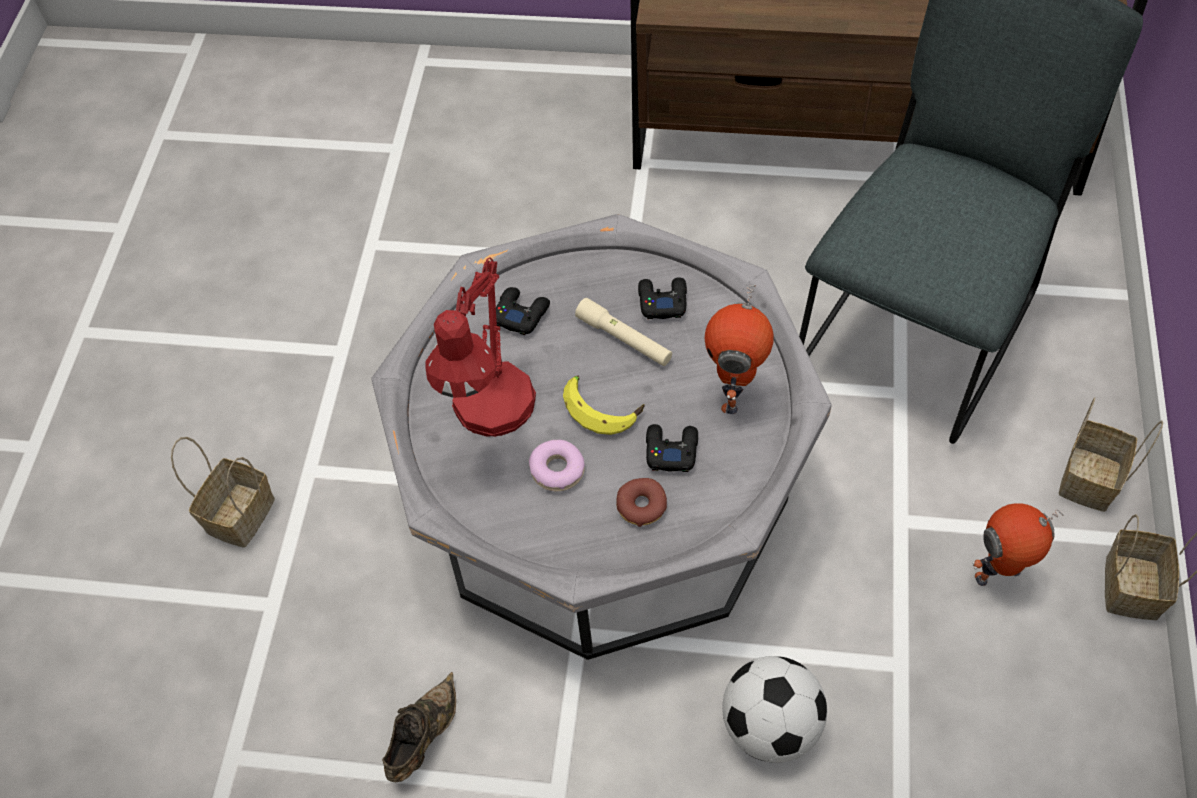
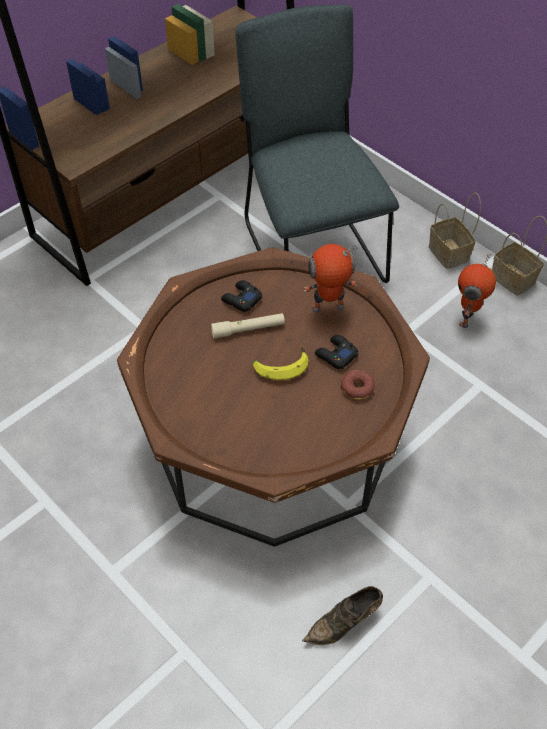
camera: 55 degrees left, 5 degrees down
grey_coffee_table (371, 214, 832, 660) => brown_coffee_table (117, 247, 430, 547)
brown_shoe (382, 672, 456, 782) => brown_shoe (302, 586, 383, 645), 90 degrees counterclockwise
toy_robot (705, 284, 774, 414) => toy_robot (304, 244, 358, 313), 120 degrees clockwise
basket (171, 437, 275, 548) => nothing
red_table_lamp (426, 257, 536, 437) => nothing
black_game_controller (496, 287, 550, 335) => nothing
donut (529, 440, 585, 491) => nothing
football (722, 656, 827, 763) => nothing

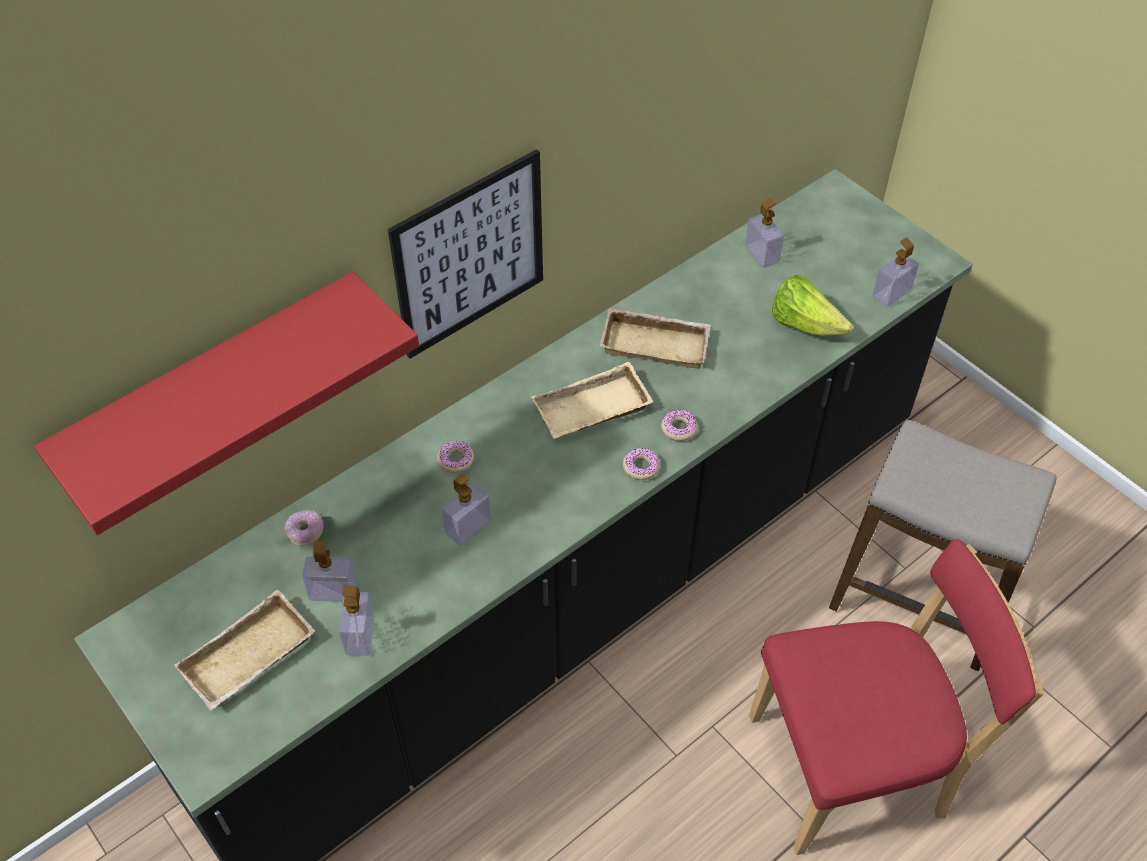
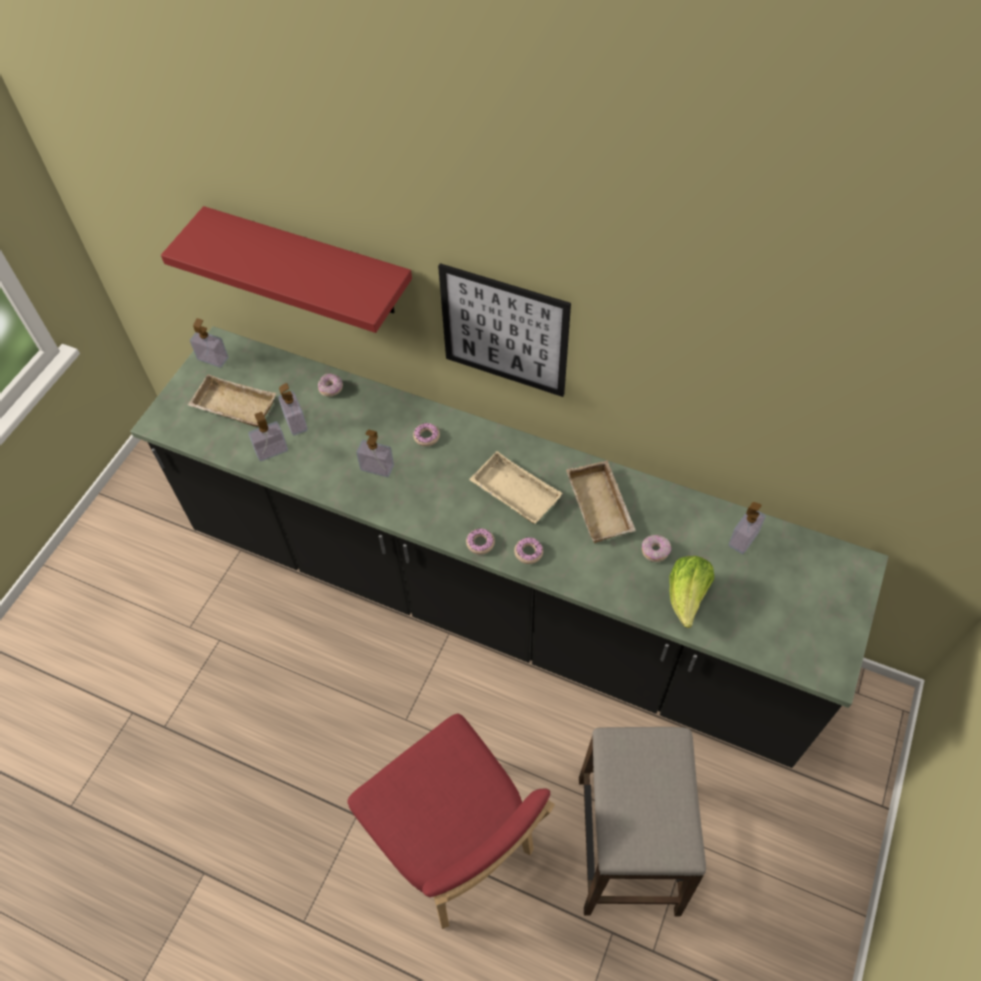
camera: 65 degrees right, 5 degrees up
soap_dispenser (873, 237, 919, 307) => soap_dispenser (190, 318, 229, 368), moved
nothing => donut (642, 535, 671, 562)

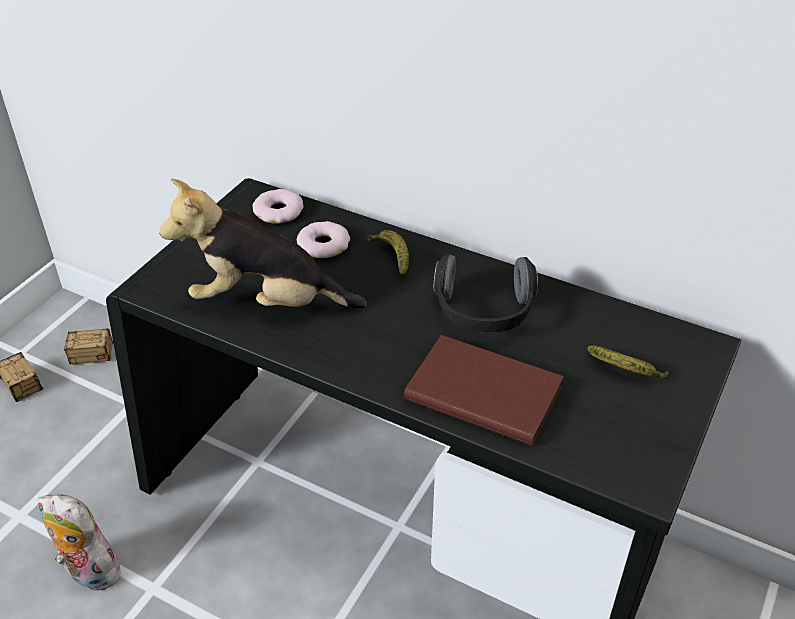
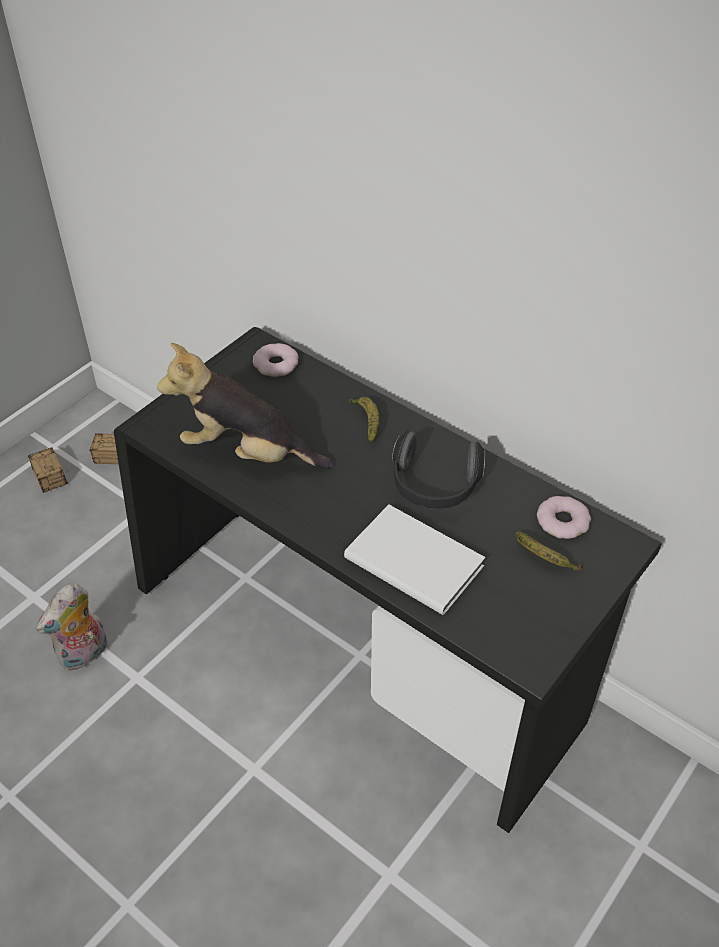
camera: 10 degrees right, 5 degrees up
plush_toy (38, 494, 128, 591) => plush_toy (36, 583, 107, 671), 90 degrees counterclockwise
brown_book (404, 335, 564, 446) => white_book (344, 504, 486, 615)
donut (297, 221, 350, 258) => donut (537, 496, 591, 539), moved

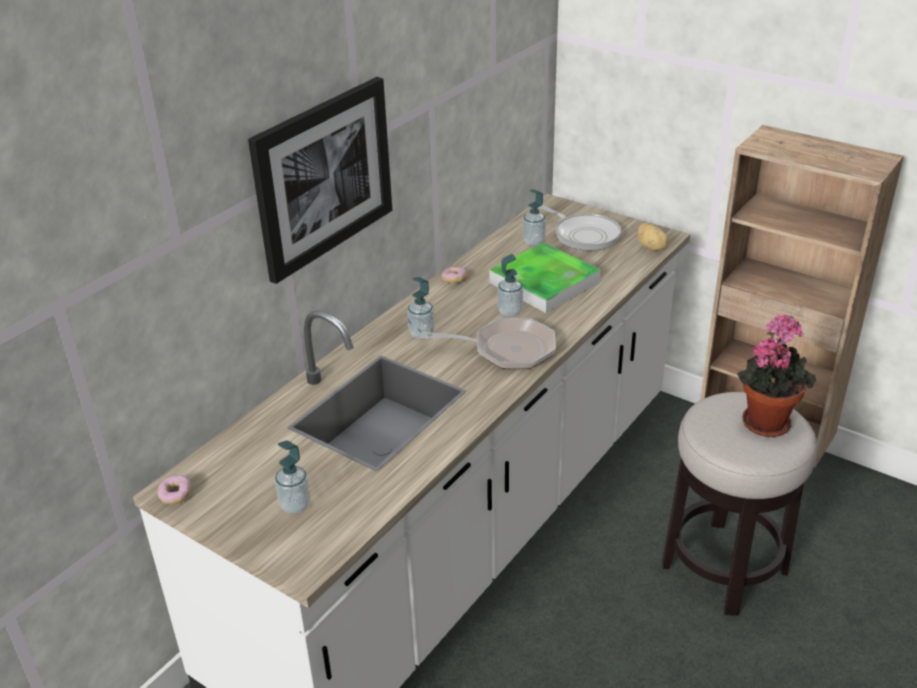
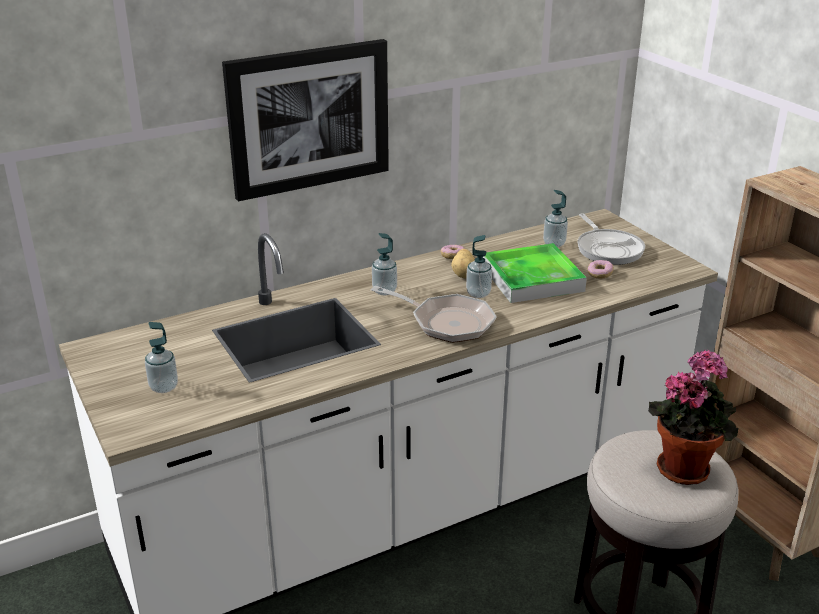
camera: 25 degrees right, 5 degrees down
potato (637, 223, 668, 251) => potato (451, 249, 475, 279), moved
donut (158, 475, 191, 505) => donut (588, 260, 614, 279), moved

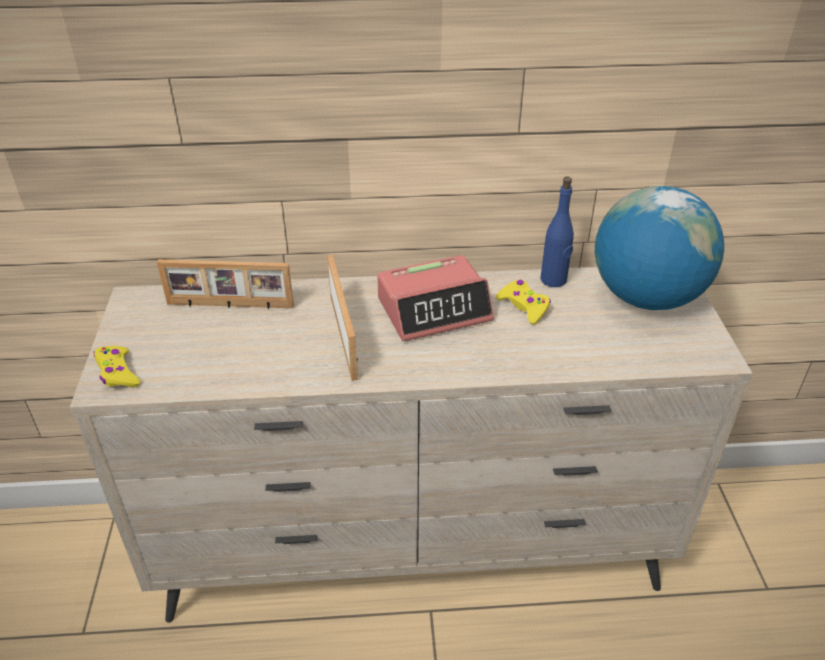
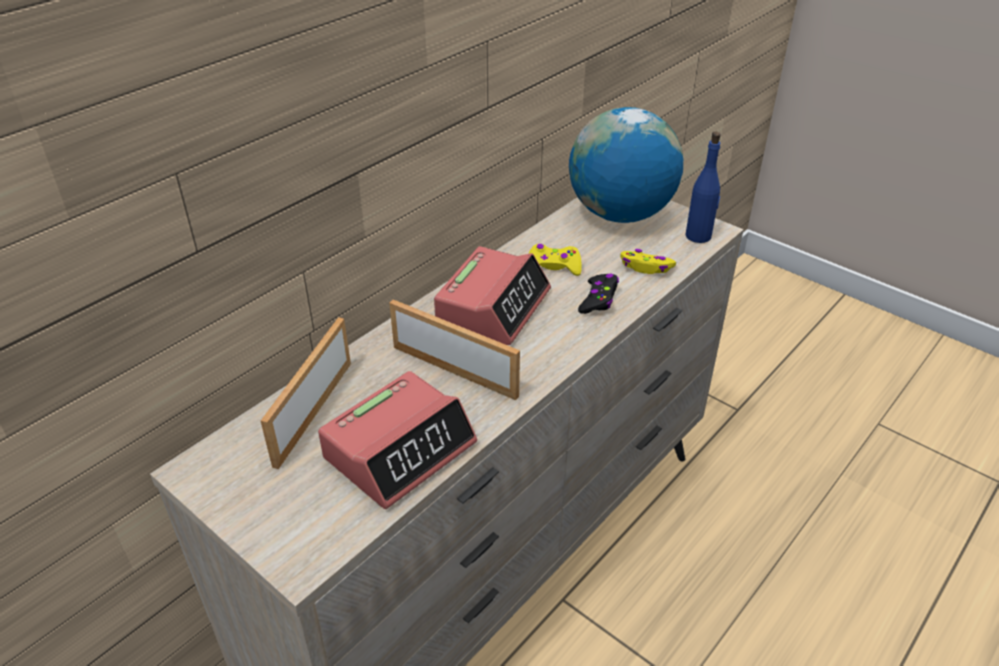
camera: 45 degrees left, 0 degrees up
picture_frame (157, 259, 294, 309) => picture_frame (261, 317, 351, 469), 150 degrees clockwise
nothing => alarm_clock (318, 371, 477, 509)
nothing => black_game_controller (578, 274, 619, 314)
yellow_game_controller (94, 346, 140, 387) => yellow_game_controller (620, 249, 676, 274), moved
blue_bottle (540, 177, 574, 287) => blue_bottle (685, 131, 721, 243), moved

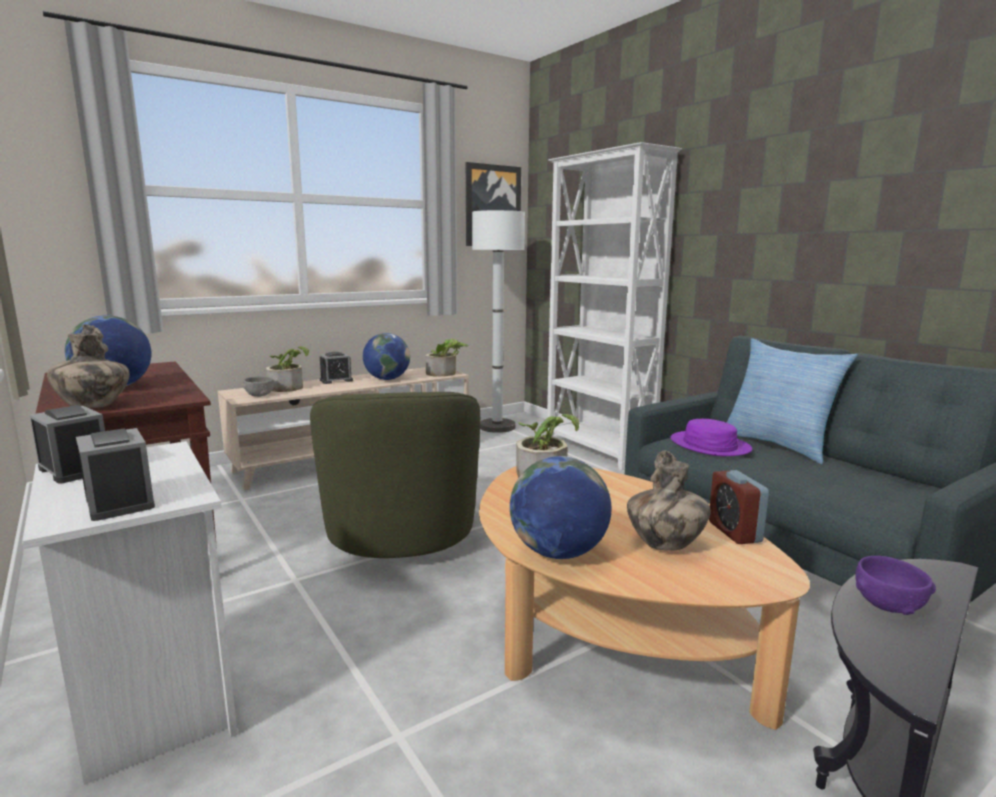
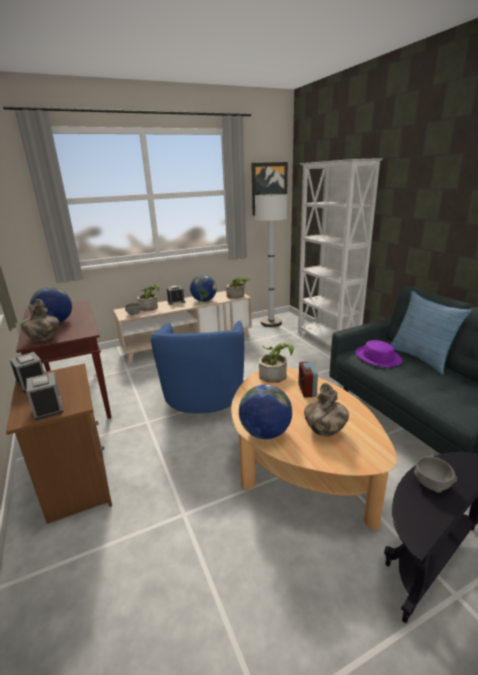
camera: 10 degrees right, 10 degrees up
white_nightstand (22, 441, 238, 785) => brown_nightstand (6, 364, 112, 524)
green_armchair (310, 392, 480, 558) => blue_armchair (151, 321, 244, 413)
alarm_clock (709, 470, 769, 544) => alarm_clock (299, 361, 318, 398), moved
purple_bowl (856, 556, 936, 615) => grey_bowl (414, 456, 457, 493)

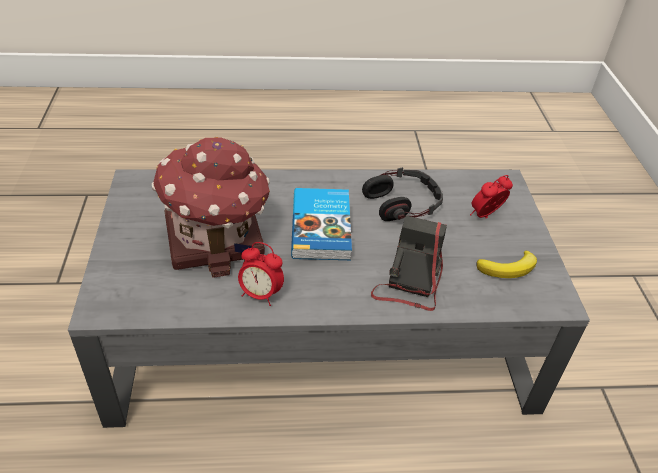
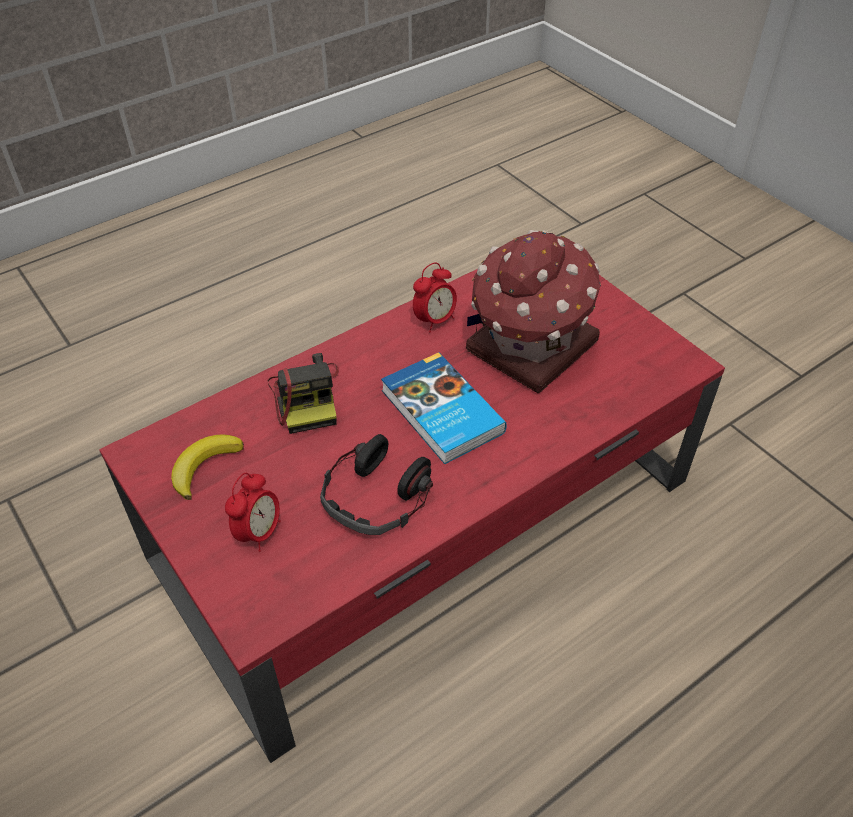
camera: 150 degrees right, 5 degrees up
grey_coffee_table (68, 169, 590, 428) => red_coffee_table (99, 269, 725, 763)
alarm_clock (238, 242, 284, 306) => alarm_clock (413, 262, 457, 332), 150 degrees clockwise

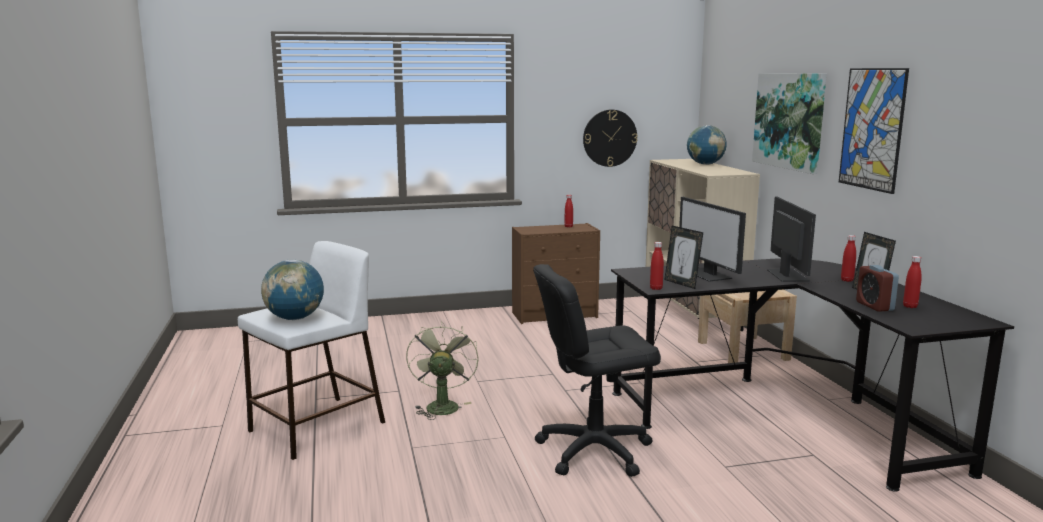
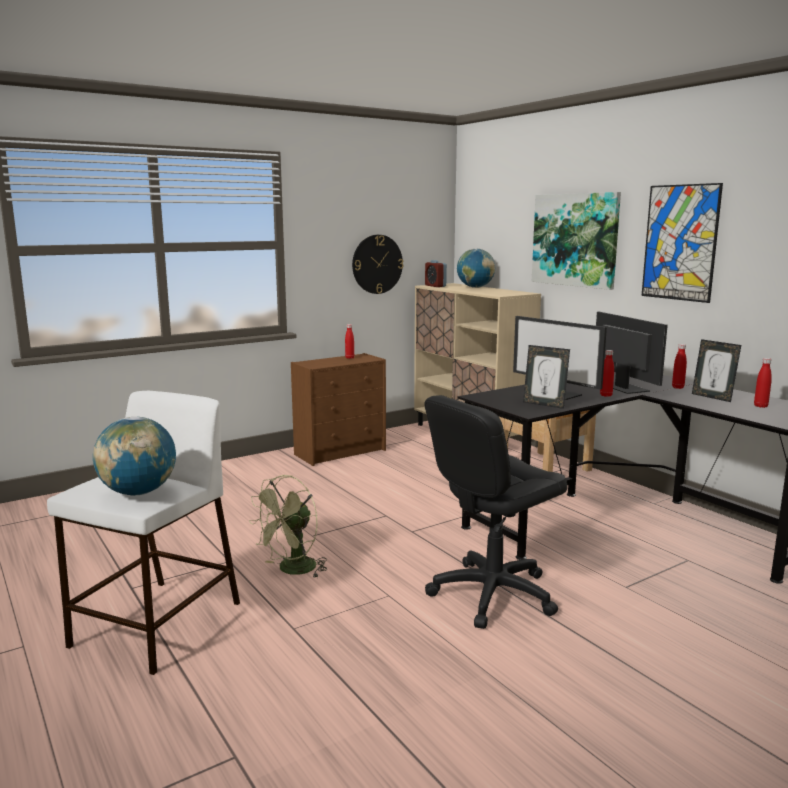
camera: 20 degrees left, 0 degrees up
green_fan (406, 321, 479, 420) => green_fan (249, 475, 327, 578), 120 degrees counterclockwise
alarm_clock (856, 265, 899, 312) => alarm_clock (425, 260, 447, 287), moved
red_bottle (650, 242, 664, 290) => red_bottle (600, 350, 614, 397), moved

